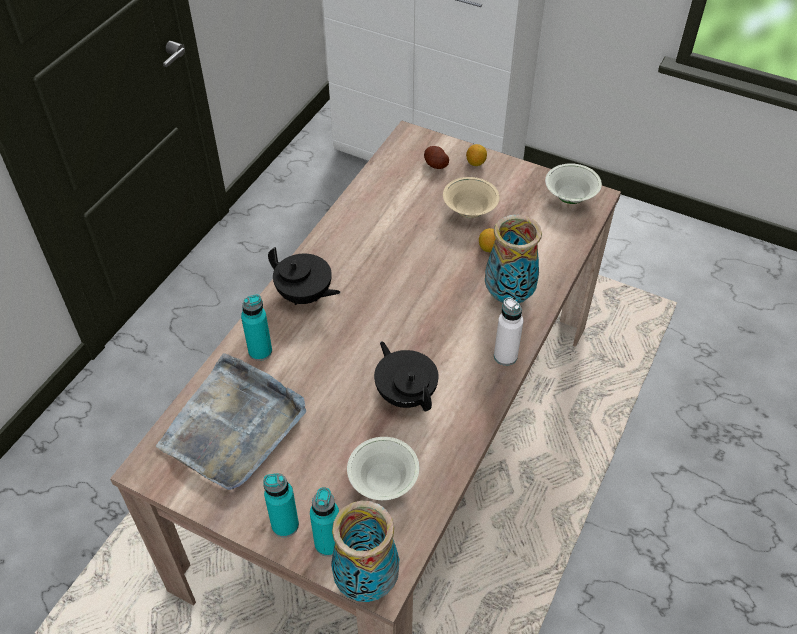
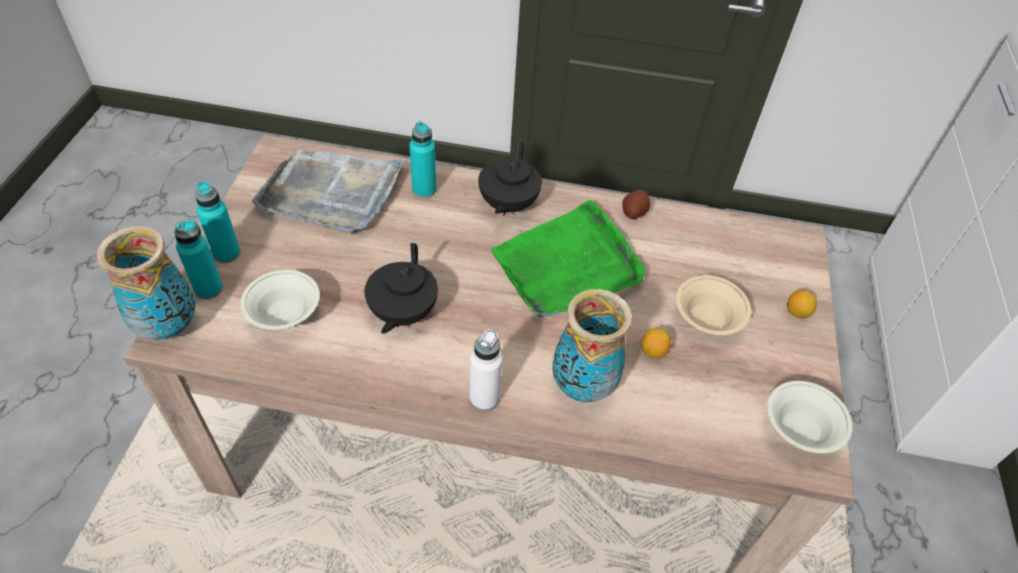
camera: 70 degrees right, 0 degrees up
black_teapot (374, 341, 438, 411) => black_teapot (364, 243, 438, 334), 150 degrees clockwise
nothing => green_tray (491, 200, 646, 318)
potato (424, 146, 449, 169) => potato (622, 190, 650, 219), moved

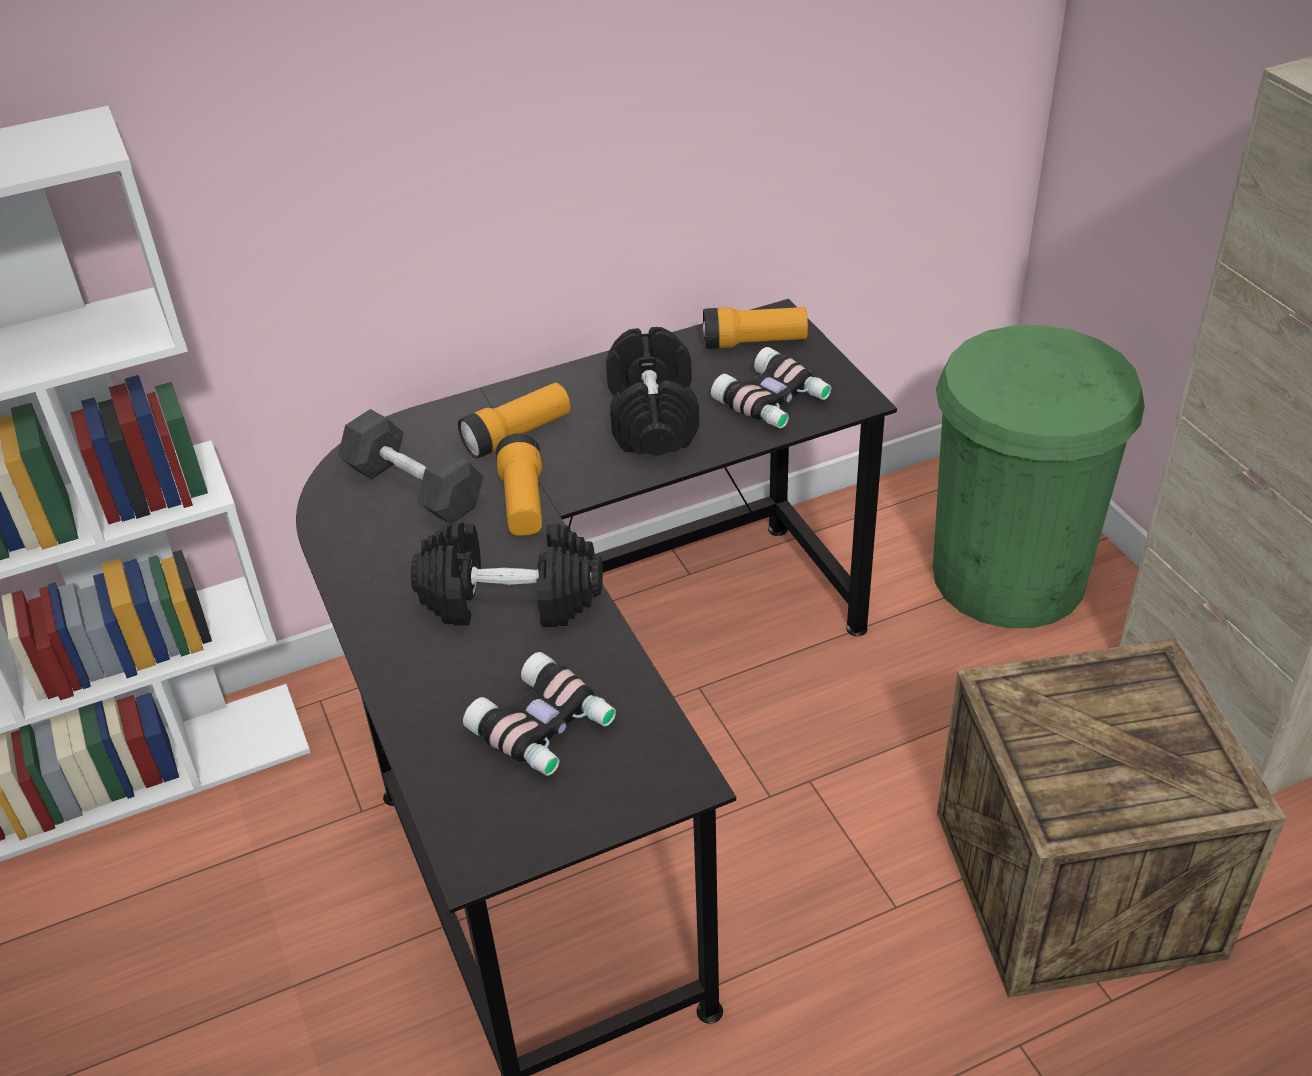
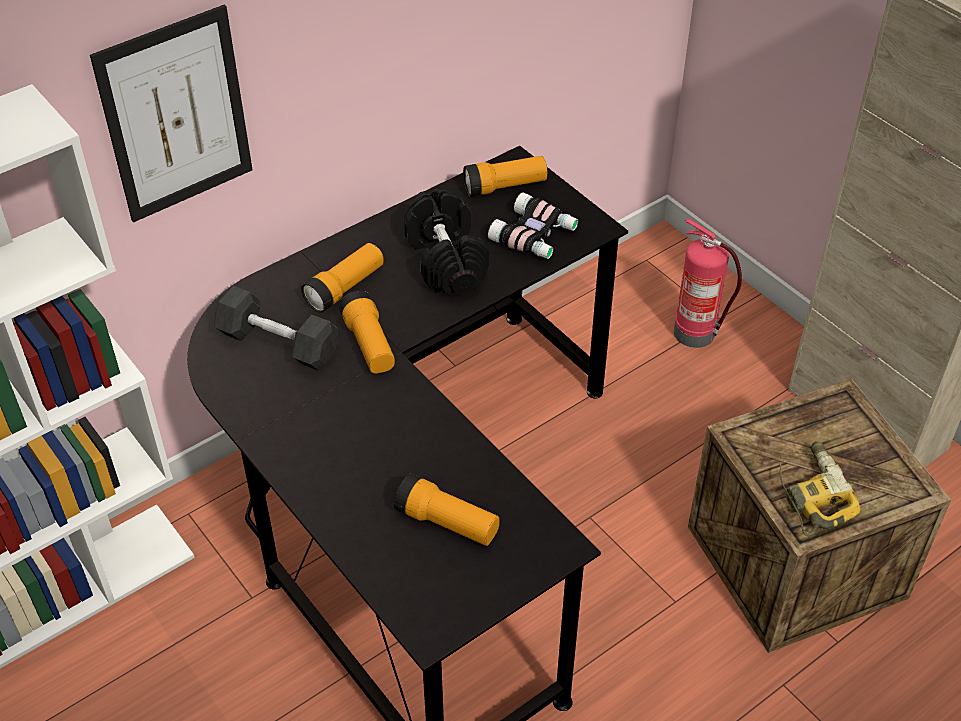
camera: 15 degrees left, 5 degrees up
nothing => picture (90, 4, 253, 222)
binoculars (463, 652, 616, 776) => flashlight (394, 474, 500, 546)
green_trash_can (933, 325, 1145, 628) => fire_extinguisher (674, 219, 742, 348)
nothing => power_drill (779, 441, 860, 536)
black_dumbbell (411, 522, 603, 627) => nothing

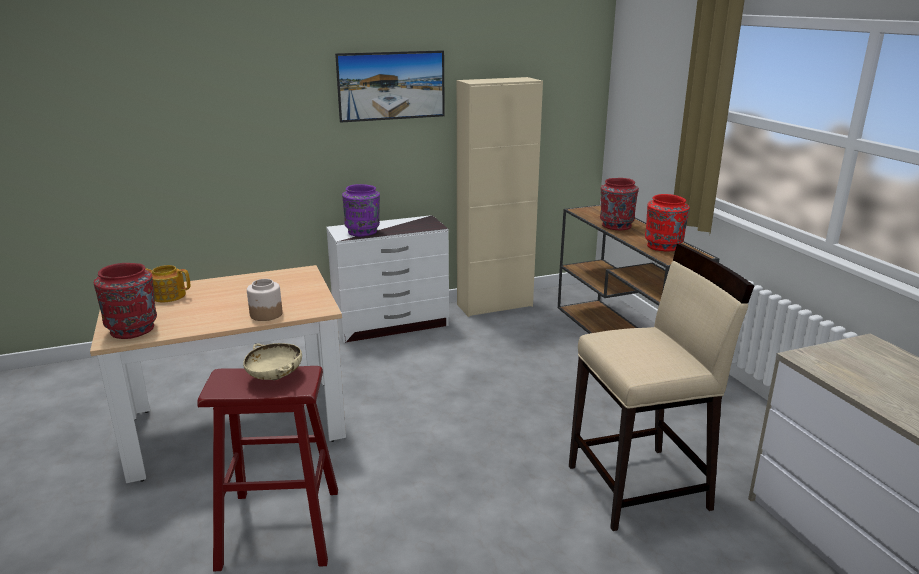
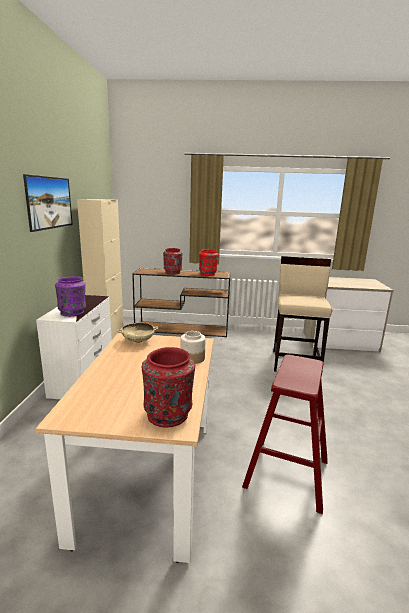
camera: 65 degrees left, 5 degrees down
beige_bowl (243, 343, 302, 380) => beige_bowl (117, 323, 158, 343), moved
teapot (145, 265, 191, 302) => nothing

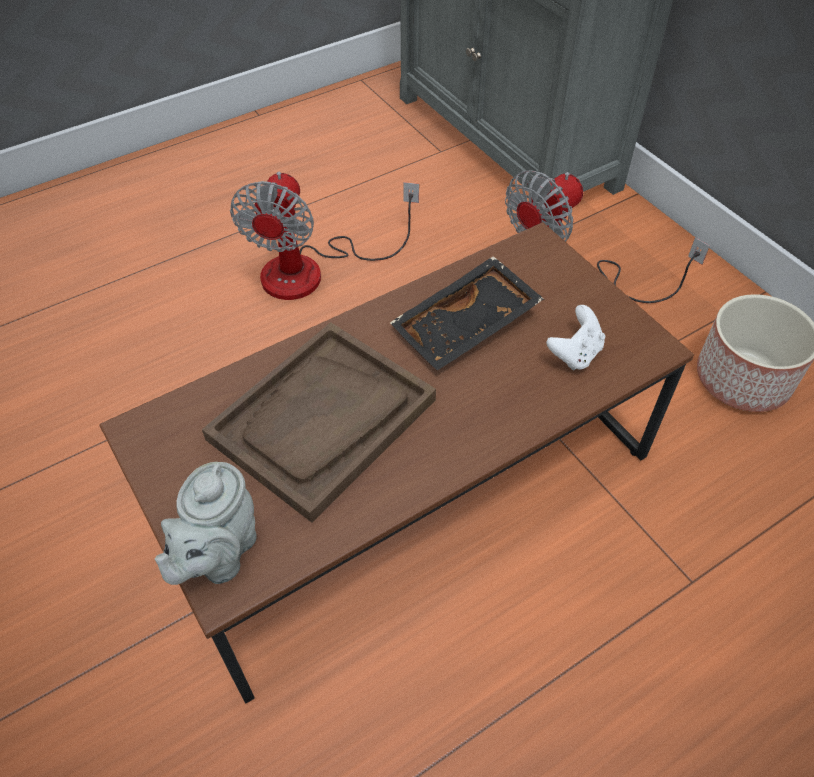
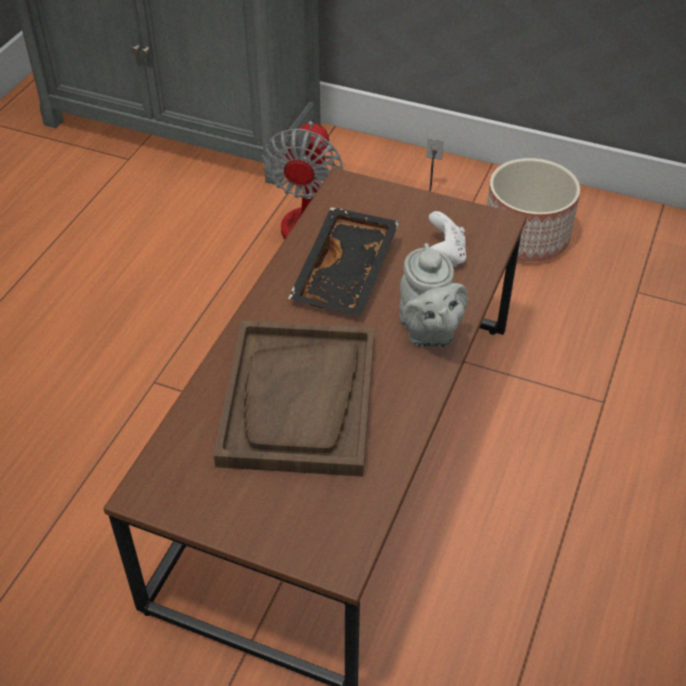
camera: 35 degrees left, 5 degrees down
grey_teapot (155, 462, 257, 585) => grey_teapot (399, 243, 468, 347), moved
fan (230, 172, 419, 300) => nothing

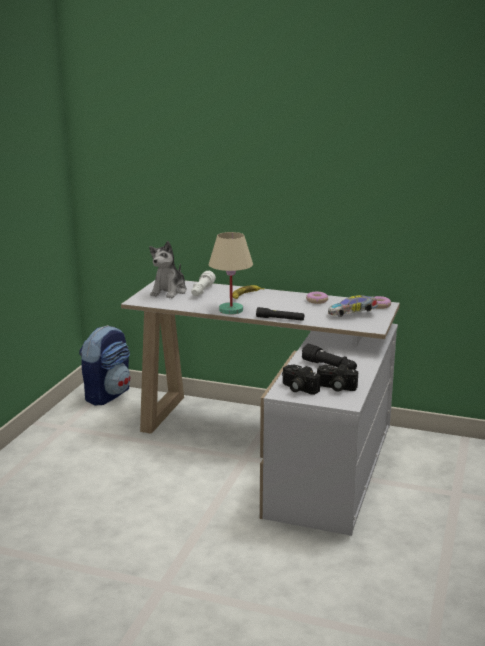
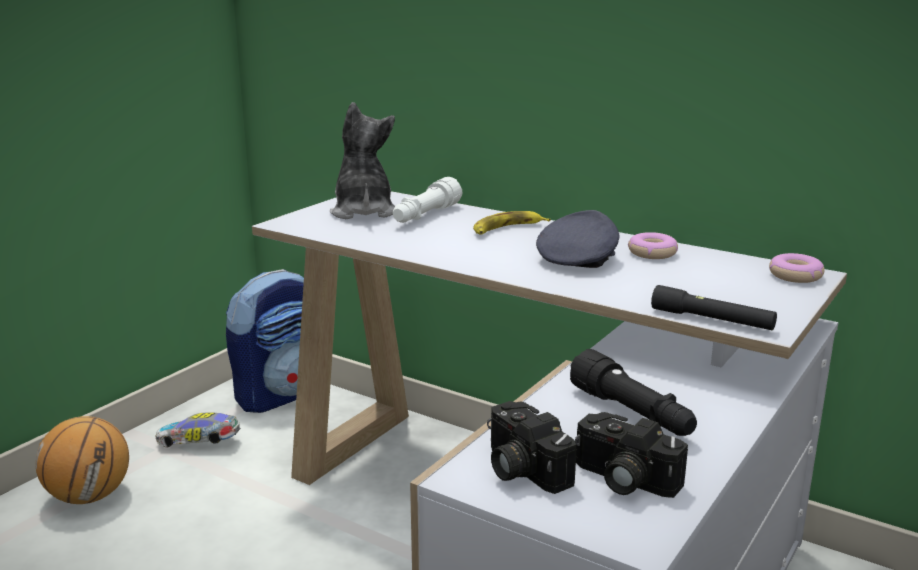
camera: 15 degrees right, 0 degrees up
nothing => basketball (35, 416, 129, 504)
toy_car (328, 295, 378, 317) => toy_car (155, 412, 241, 447), moved
plush_toy (149, 241, 187, 298) => plush_toy (330, 102, 396, 219), 135 degrees clockwise
nothing => grey_cap (536, 210, 619, 268)
black_flashlight (256, 307, 304, 321) => black_flashlight (651, 285, 777, 330), moved
beige_table_lamp (209, 232, 253, 315) => nothing

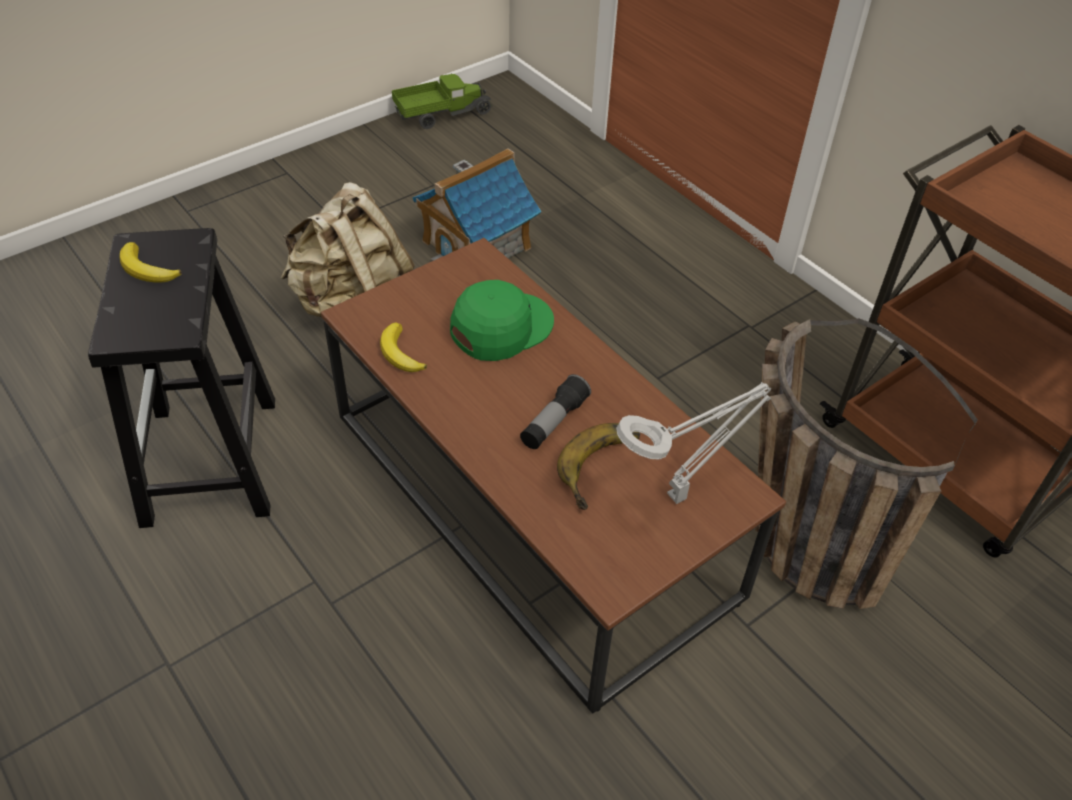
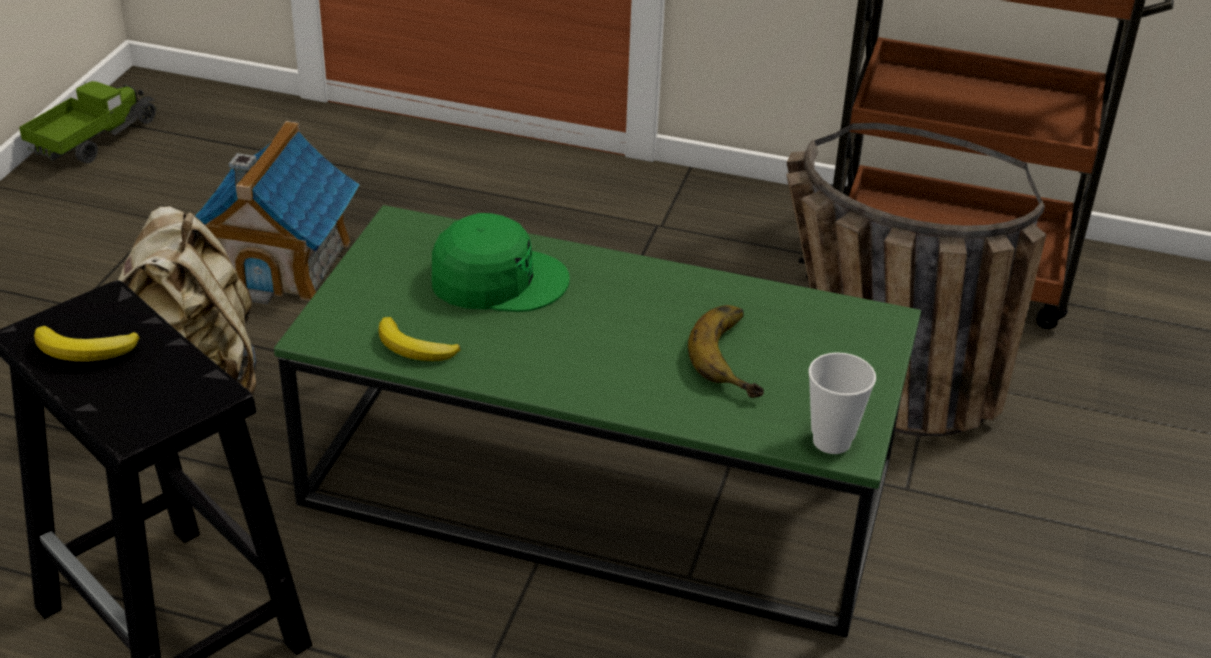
camera: 35 degrees left, 10 degrees down
brown_coffee_table (321, 238, 786, 714) => green_coffee_table (274, 205, 921, 637)
green_cap (450, 280, 554, 361) => green_cap (432, 213, 570, 312), 75 degrees clockwise
nothing => cup (808, 352, 876, 454)
flashlight (520, 374, 591, 449) => nothing
grey_table_lamp (616, 382, 771, 504) => nothing

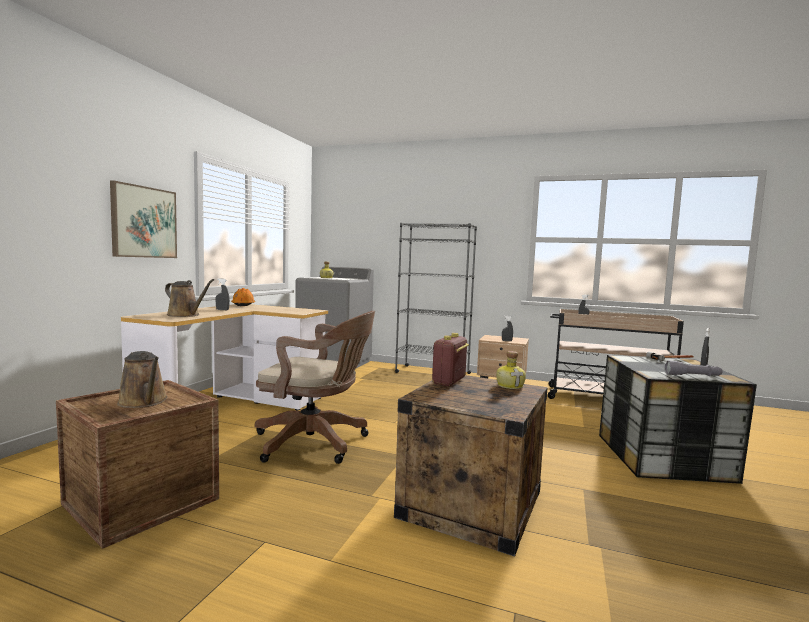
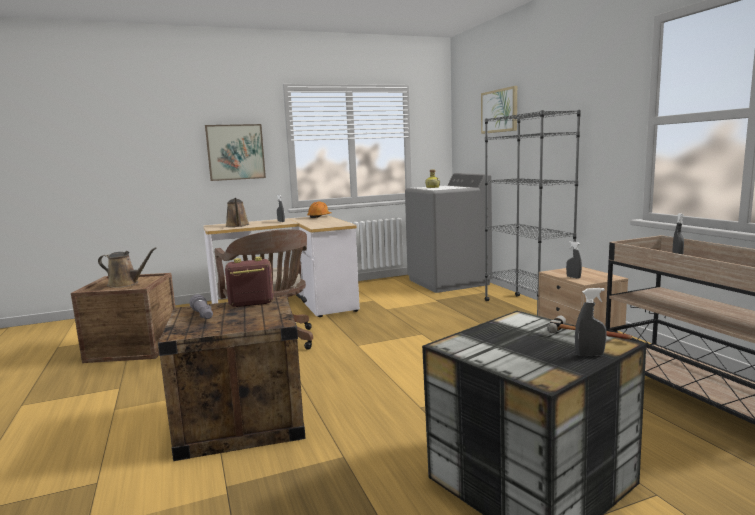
camera: 50 degrees right, 5 degrees up
brown_watering_can (117, 351, 167, 408) => brown_watering_can (98, 247, 157, 288), 90 degrees counterclockwise
grey_flashlight (665, 361, 723, 376) => grey_flashlight (189, 294, 213, 319), moved
nothing => picture (481, 86, 517, 134)
bottle (496, 351, 526, 389) => nothing

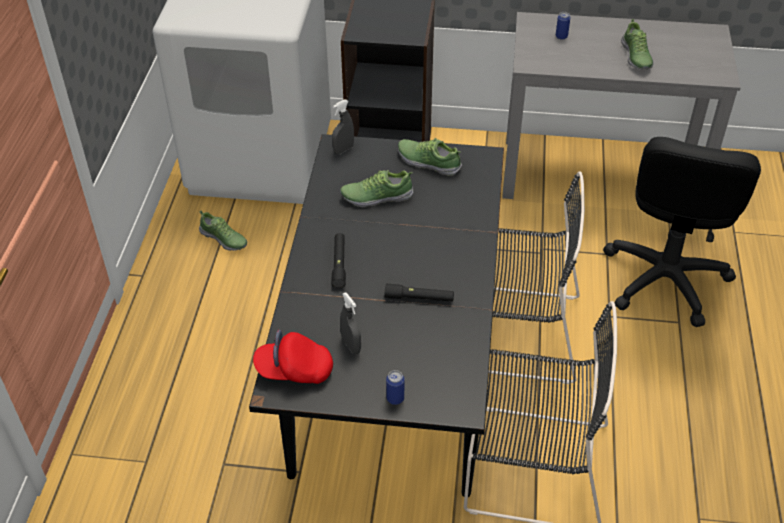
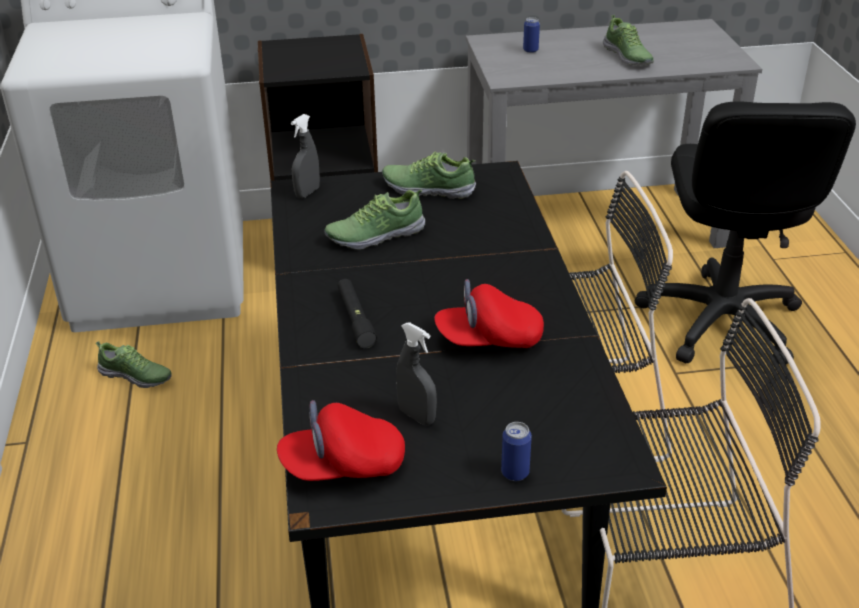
camera: 15 degrees left, 10 degrees down
black_flashlight (385, 284, 454, 302) => red_cap (434, 279, 544, 348)

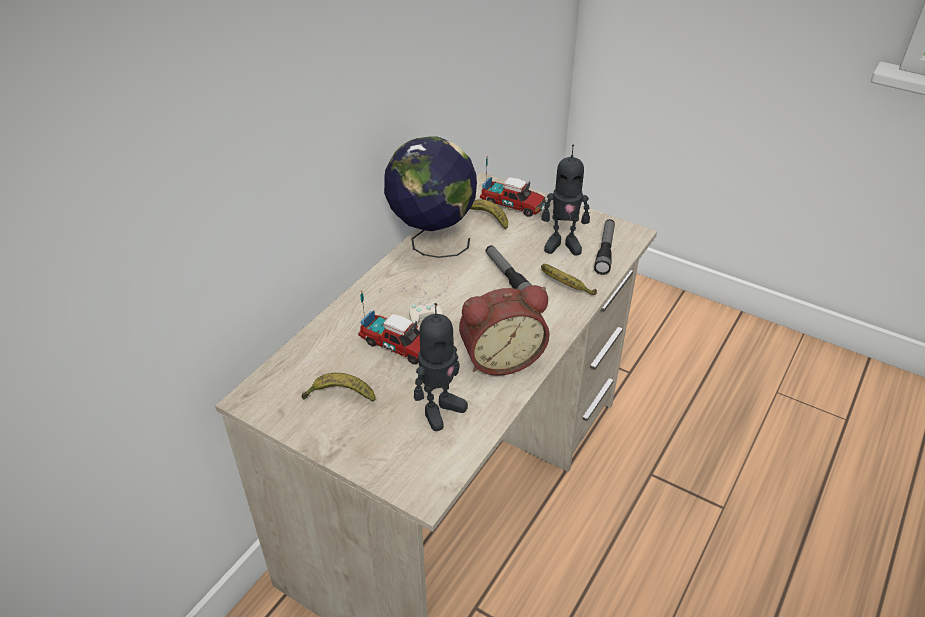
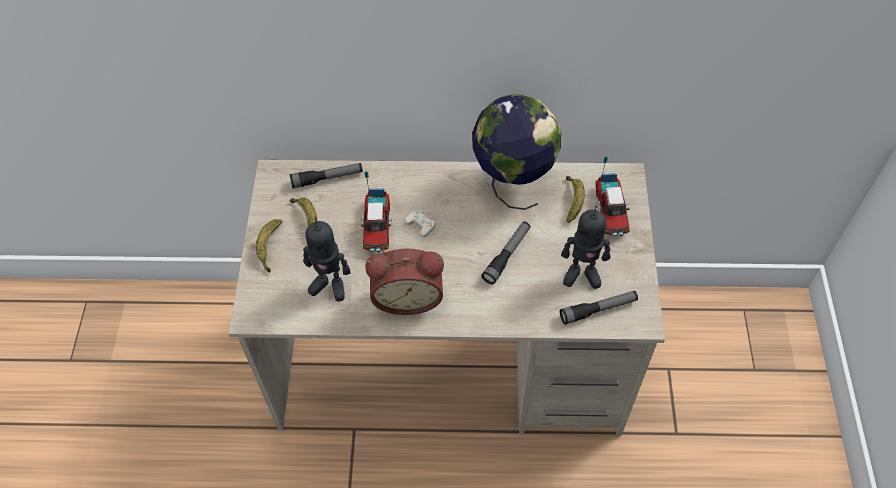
camera: 60 degrees right, 15 degrees up
banana (541, 264, 597, 295) => banana (256, 219, 283, 273), moved
nothing => flashlight (290, 163, 363, 189)
alarm_clock (459, 285, 550, 376) => alarm_clock (365, 249, 444, 315), 45 degrees counterclockwise
toy_robot (542, 145, 590, 255) => toy_robot (561, 206, 611, 289), 60 degrees counterclockwise

